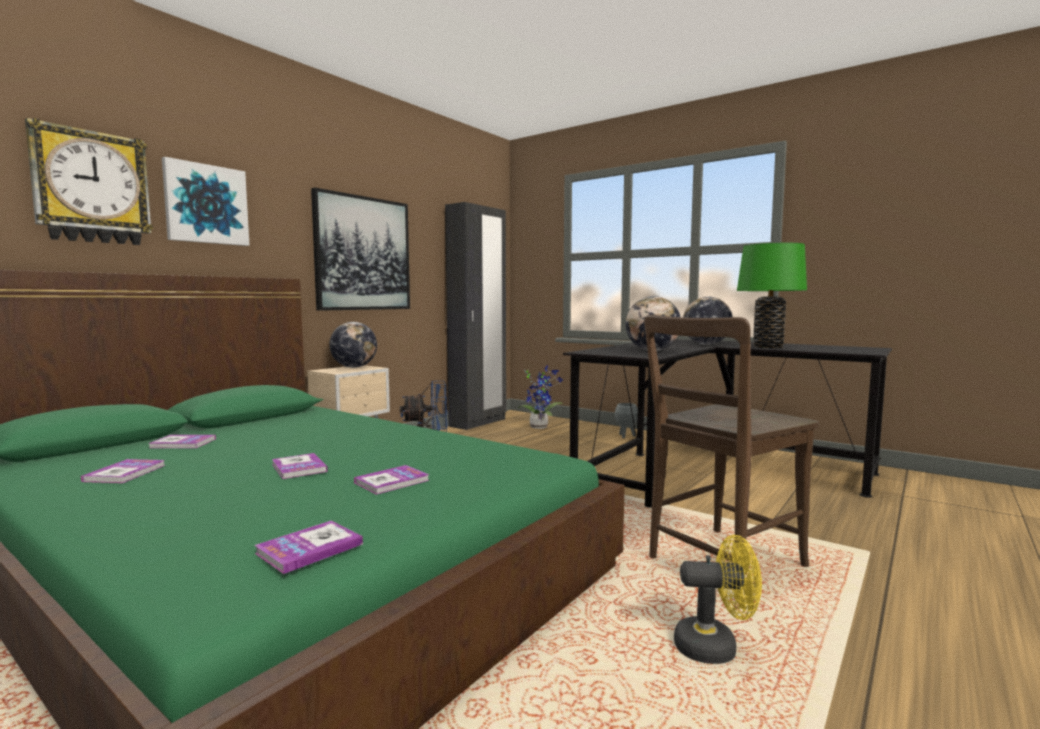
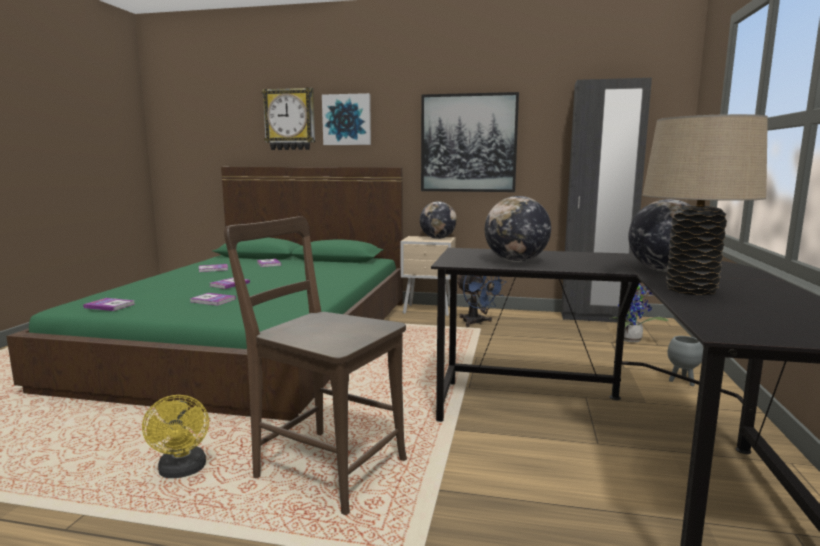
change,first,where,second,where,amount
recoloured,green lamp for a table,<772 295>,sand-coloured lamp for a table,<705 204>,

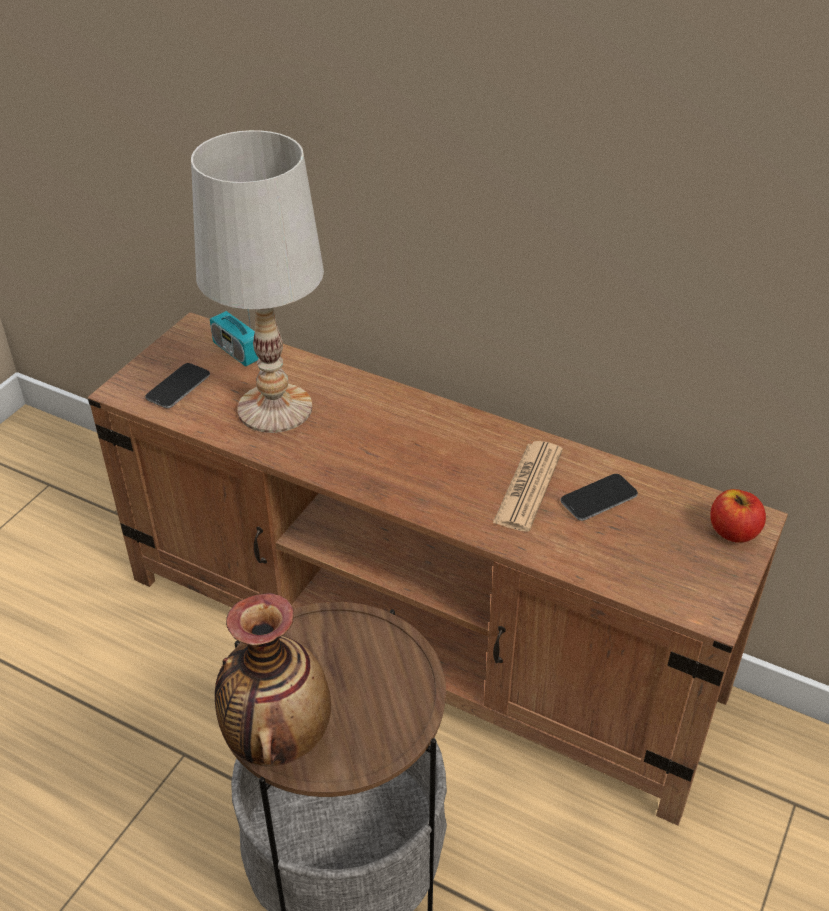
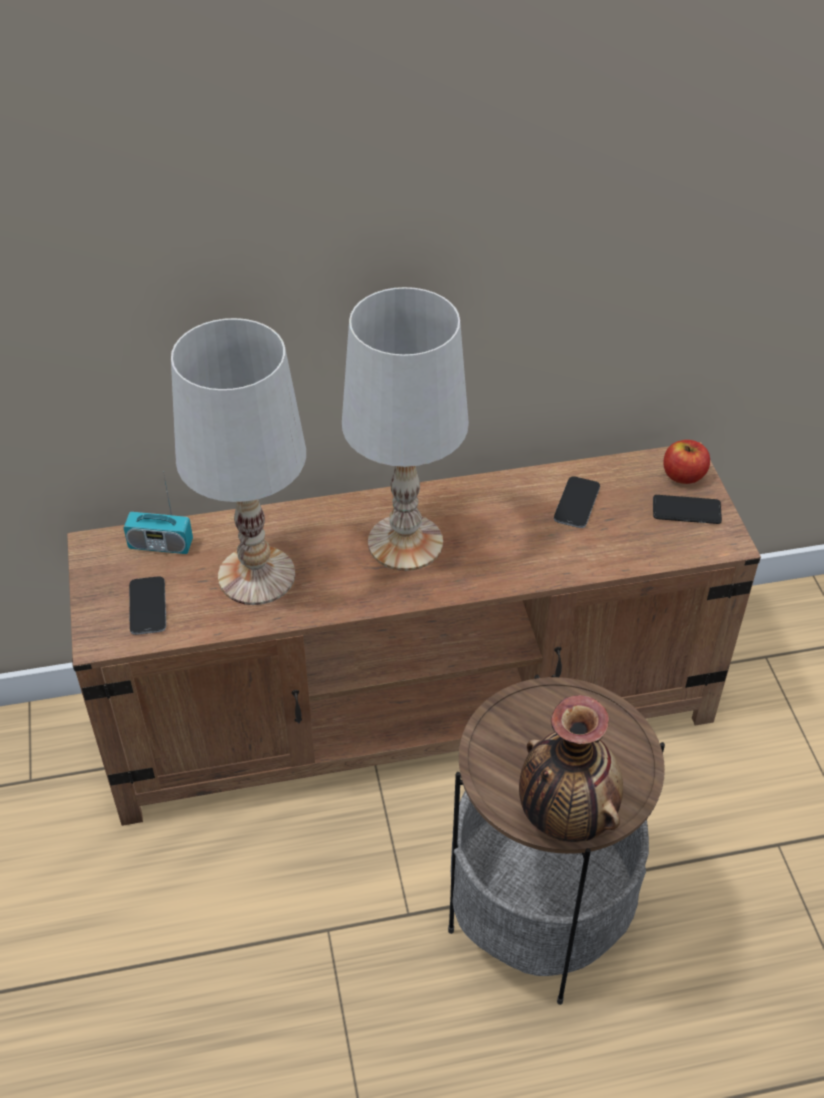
change,first,where,second,where,amount
removed,newspaper,<528 486>,,,
added,,,white lamp for a table,<405 429>,
added,,,phone,<687 509>,

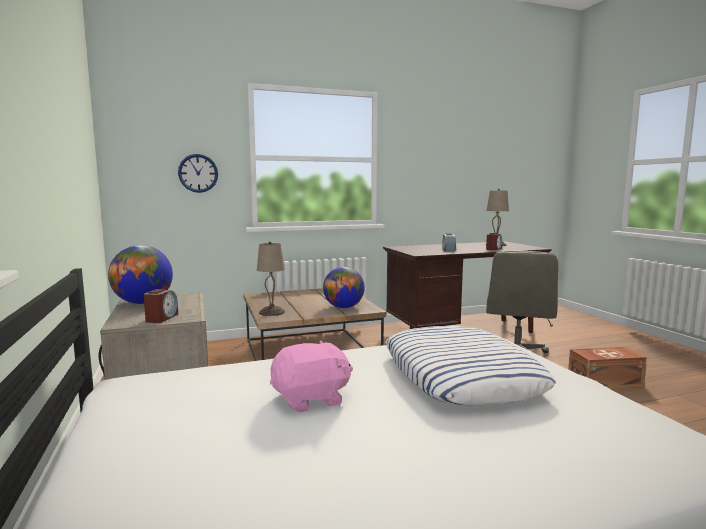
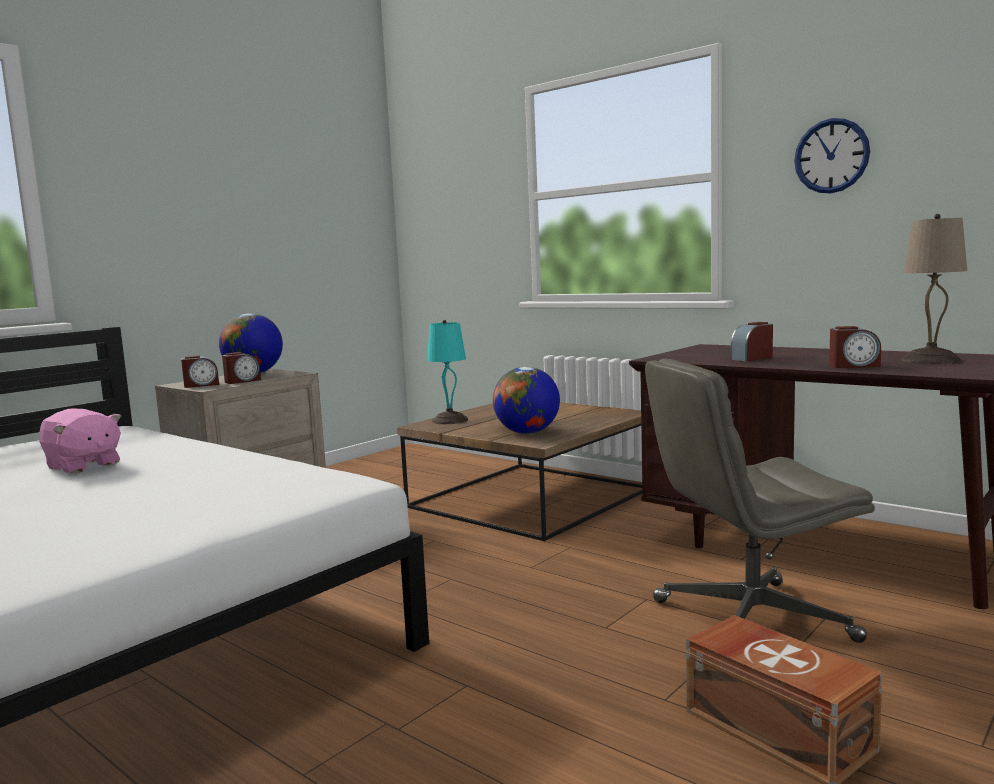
change,first,where,second,where,amount
removed,cushion,<470 366>,,,
added,,,table clock,<241 368>,
moved,wall clock,<198 173>,,<832 155>,
recoloured,sand-coloured lamp for a table,<271 279>,turquoise lamp for a table,<447 372>,

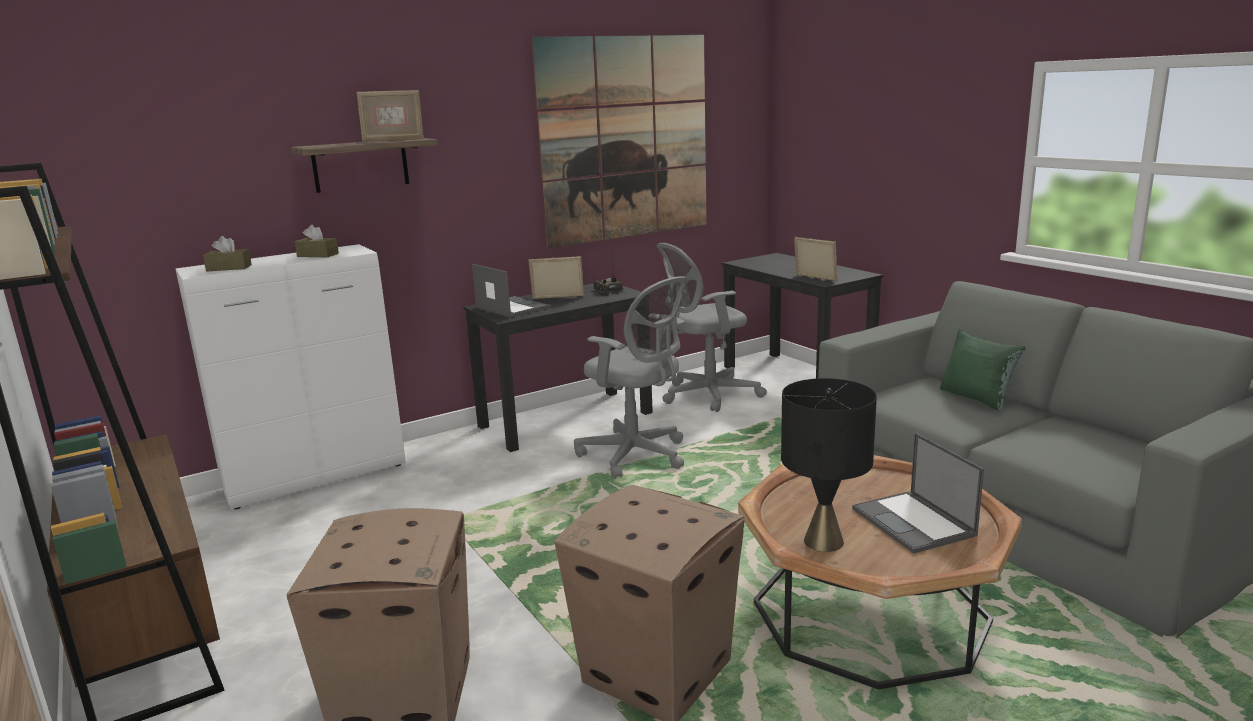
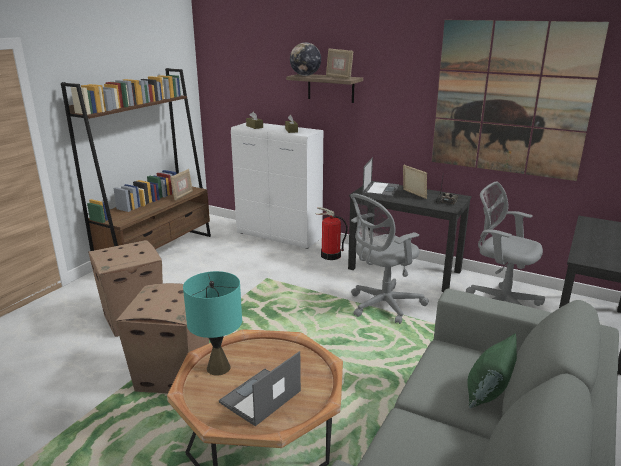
change,first,where,second,where,amount
added,,,desk globe,<305 59>,
added,,,fire extinguisher,<331 233>,
moved,photo frame,<815 259>,,<181 185>,
recoloured,black-coloured lamp for a table,<829 465>,turquoise lamp for a table,<212 323>,
turned,greyish office chair,<631 377>,,<389 258>,45 degrees clockwise

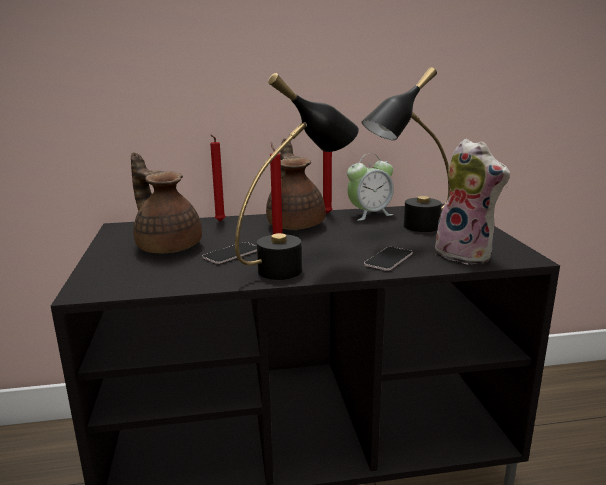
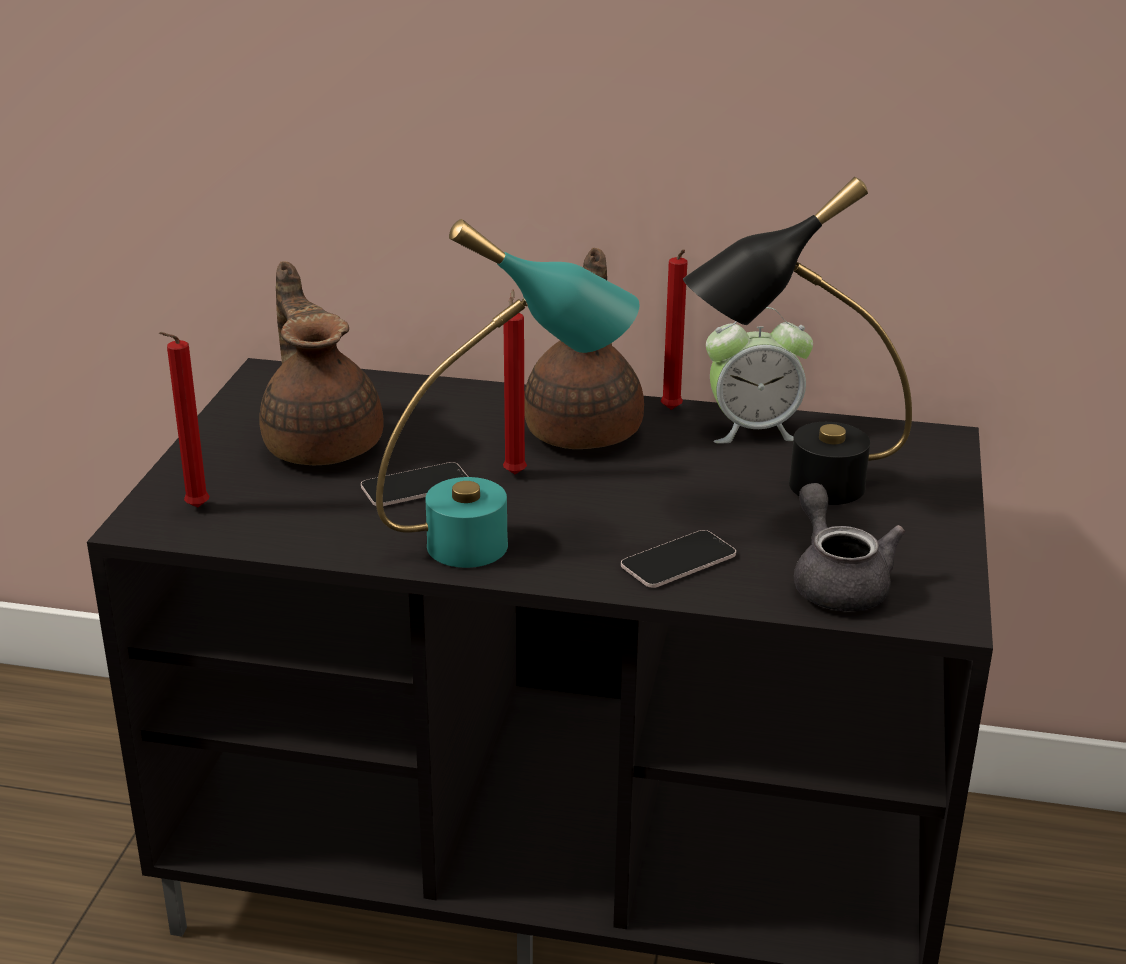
change,first,where,second,where,amount
moved,red candle,<218 178>,,<184 419>,
replaced,plush toy,<470 201>,greyish tea pot,<849 547>,
recoloured,black-coloured lamp for a table,<297 176>,turquoise lamp for a table,<507 393>,

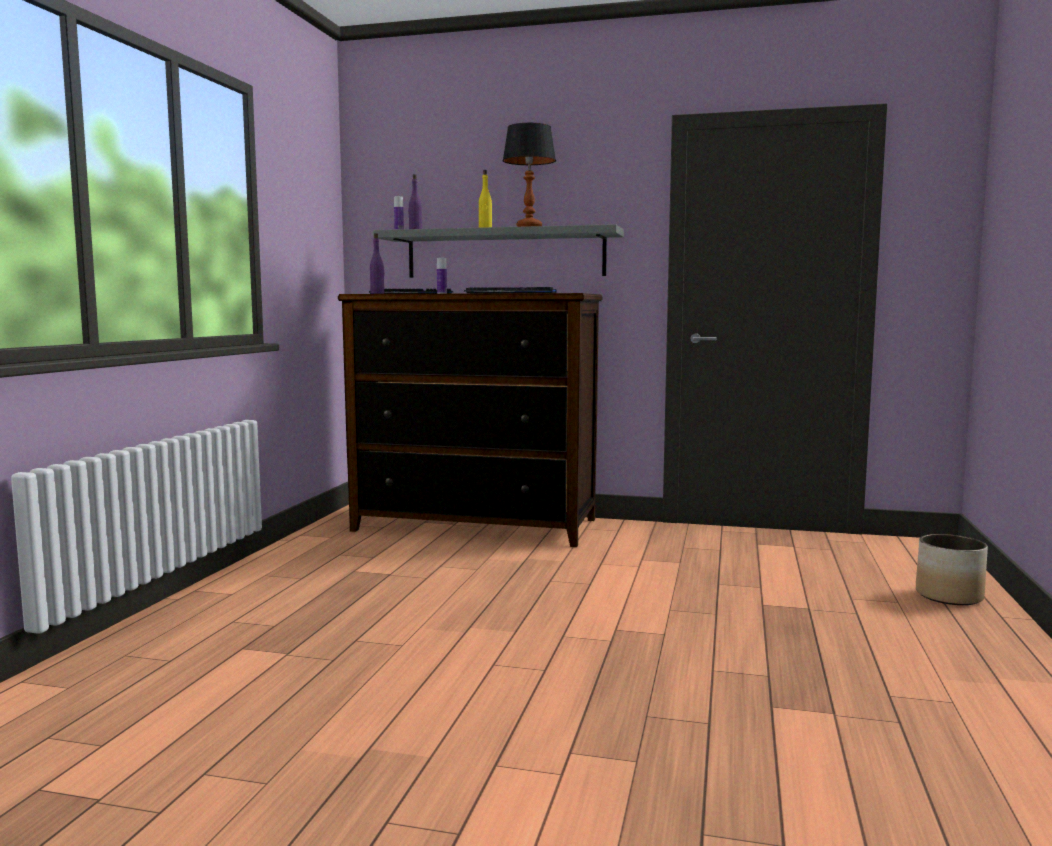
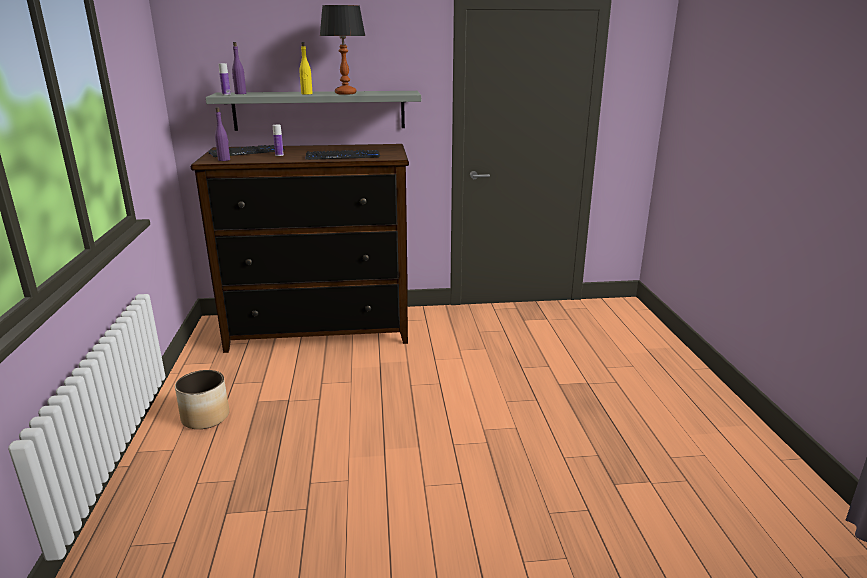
change,first,where,second,where,amount
moved,planter,<952 569>,,<202 399>,

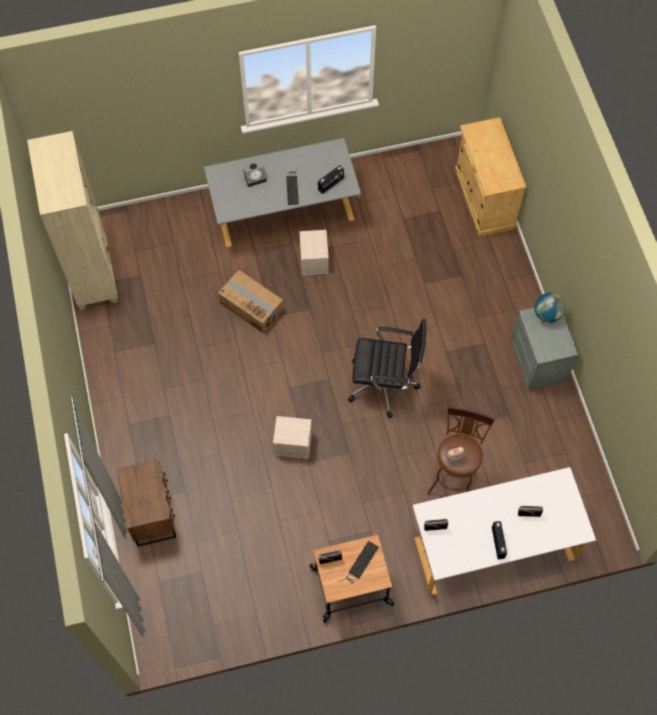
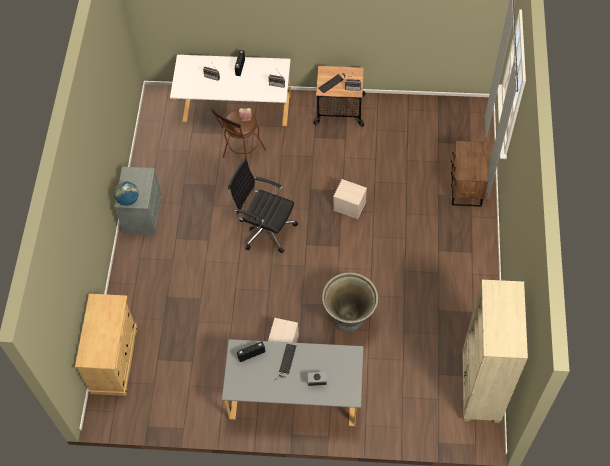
change,first,where,second,where,amount
replaced,carton,<251 301>,greyish planter,<350 302>,

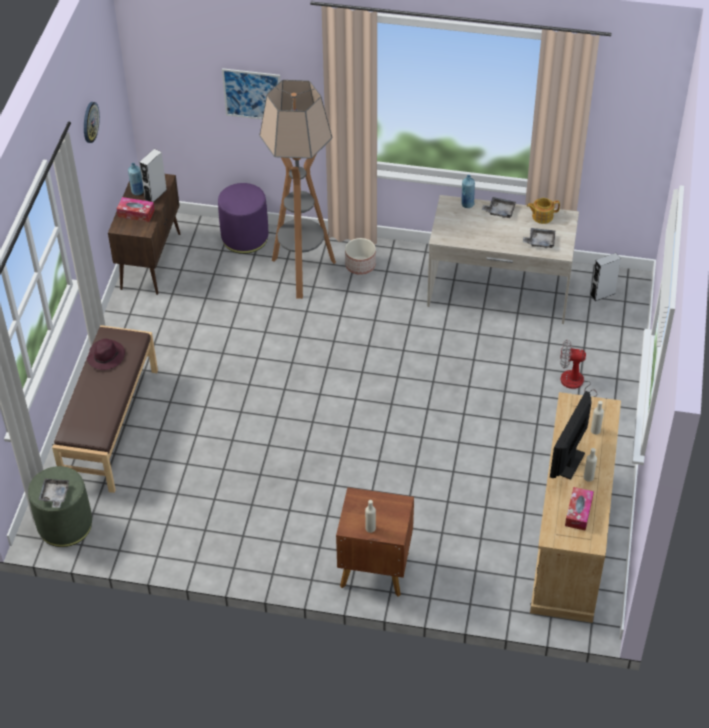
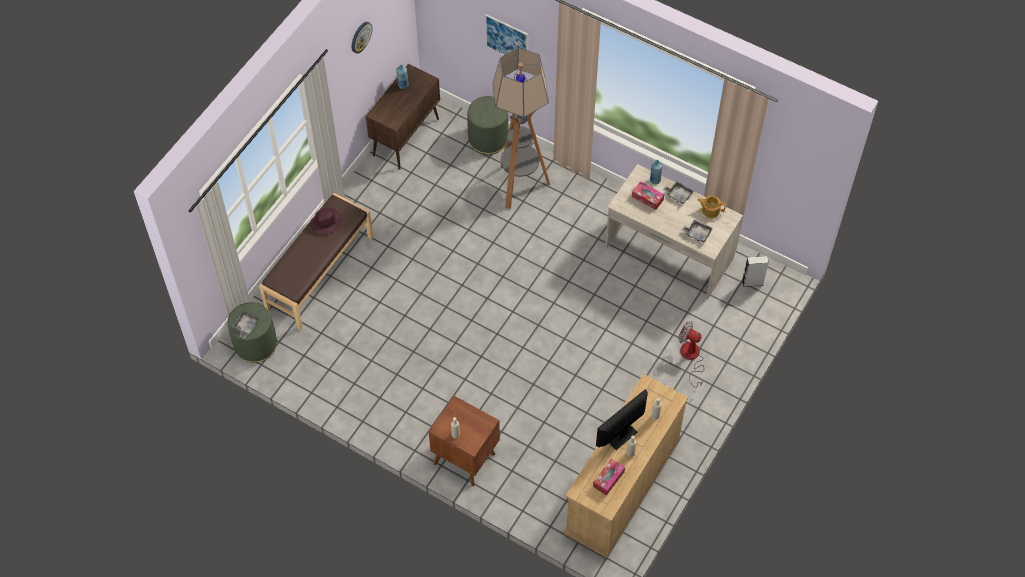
change,first,where,second,where,amount
removed,greyish audio speaker,<153 175>,,,
removed,planter,<360 256>,,,
moved,tissue holder,<136 209>,,<648 195>,
recoloured,purple footrest,<243 218>,green footrest,<488 125>,

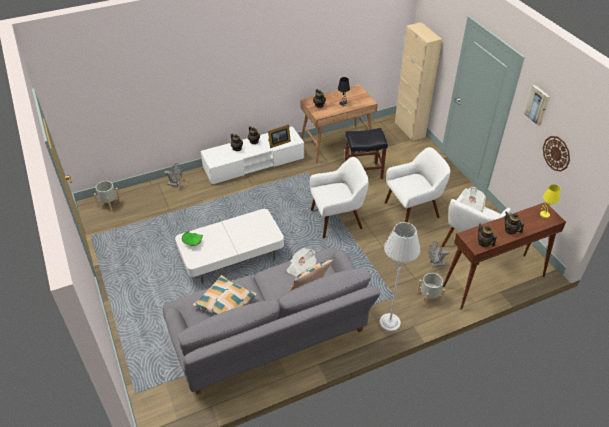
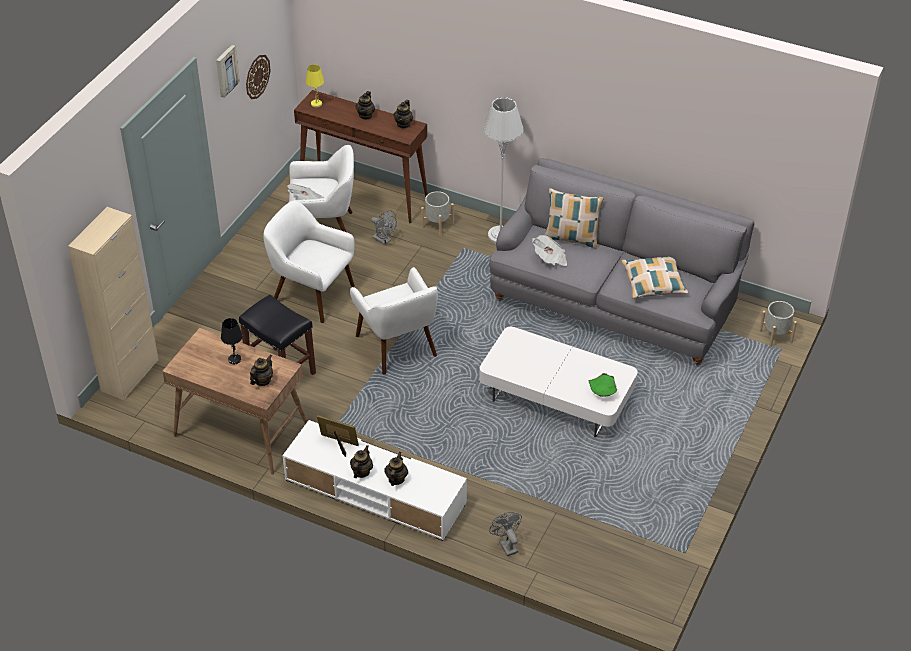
change,first,where,second,where,amount
moved,greyish planter,<107 196>,,<778 324>,
turned,white easy chair,<339 197>,,<394 321>,150 degrees counterclockwise

